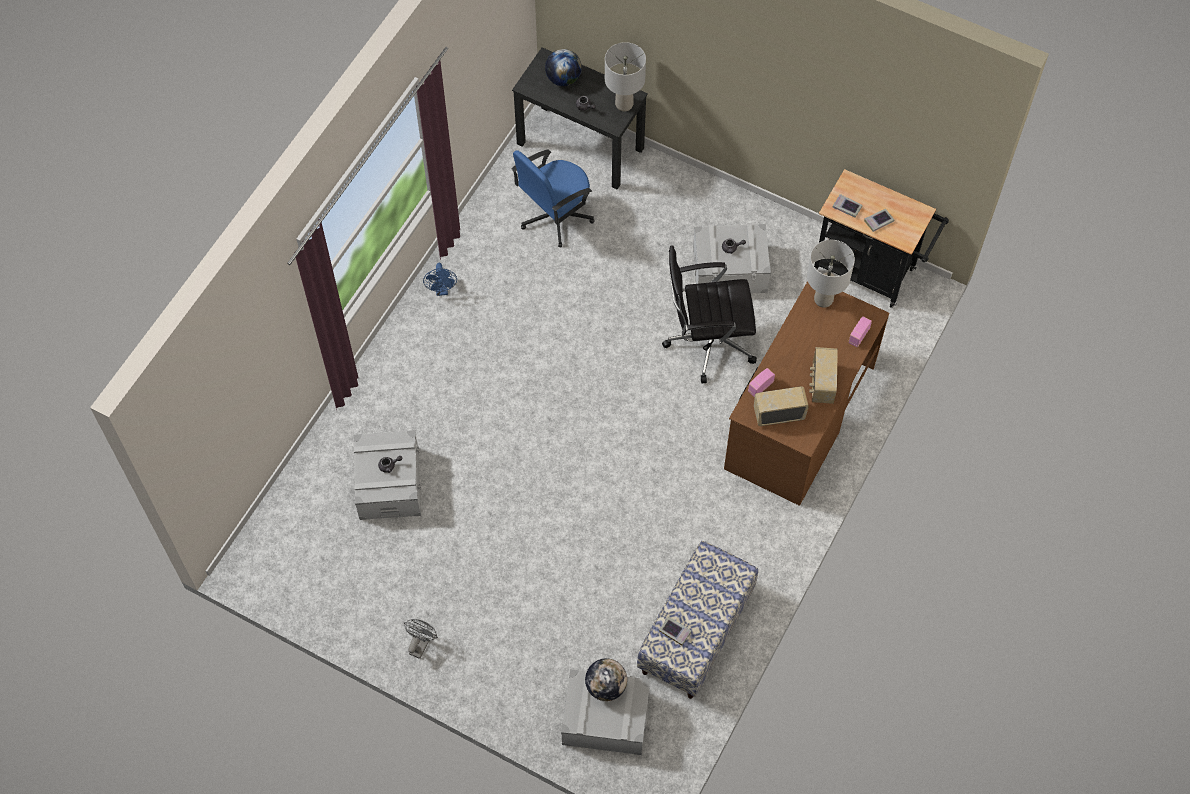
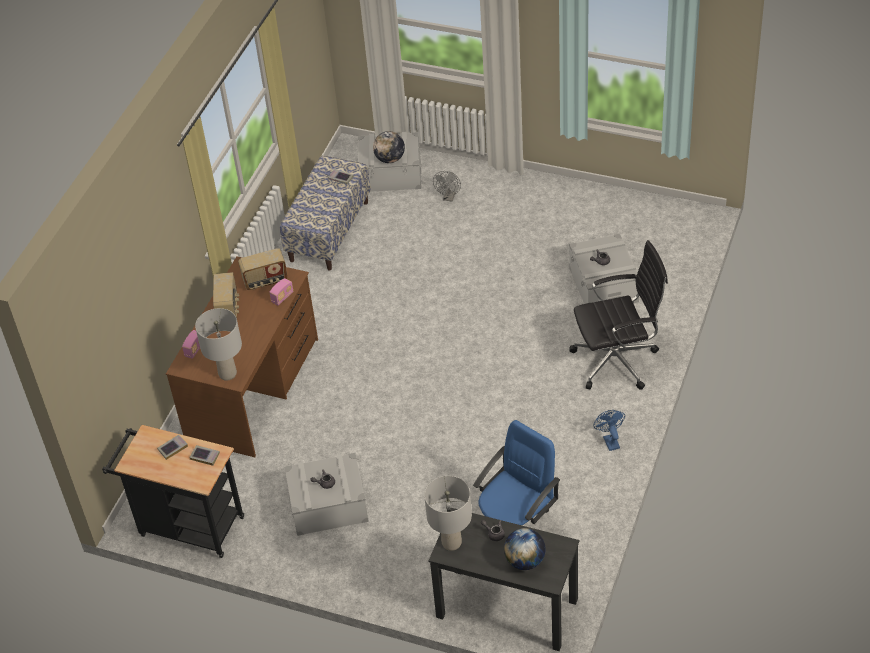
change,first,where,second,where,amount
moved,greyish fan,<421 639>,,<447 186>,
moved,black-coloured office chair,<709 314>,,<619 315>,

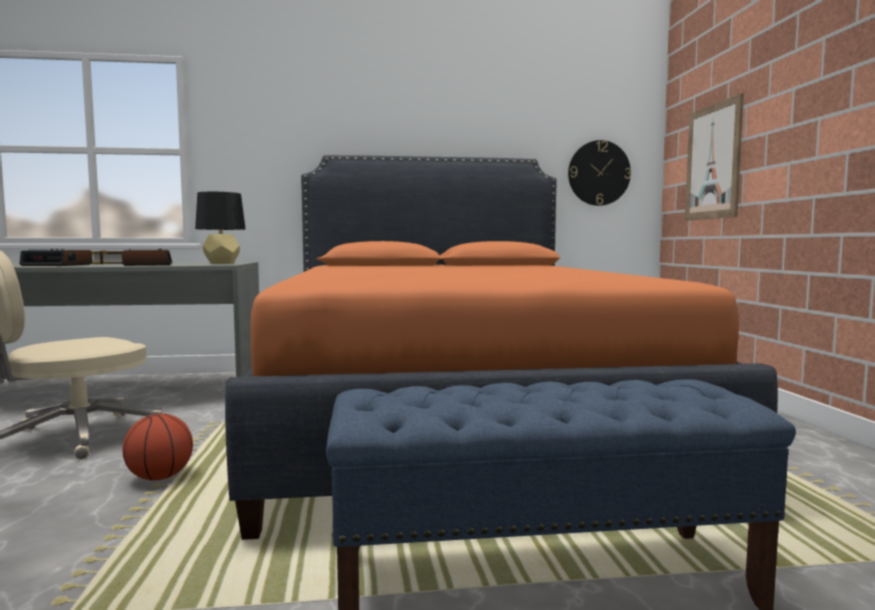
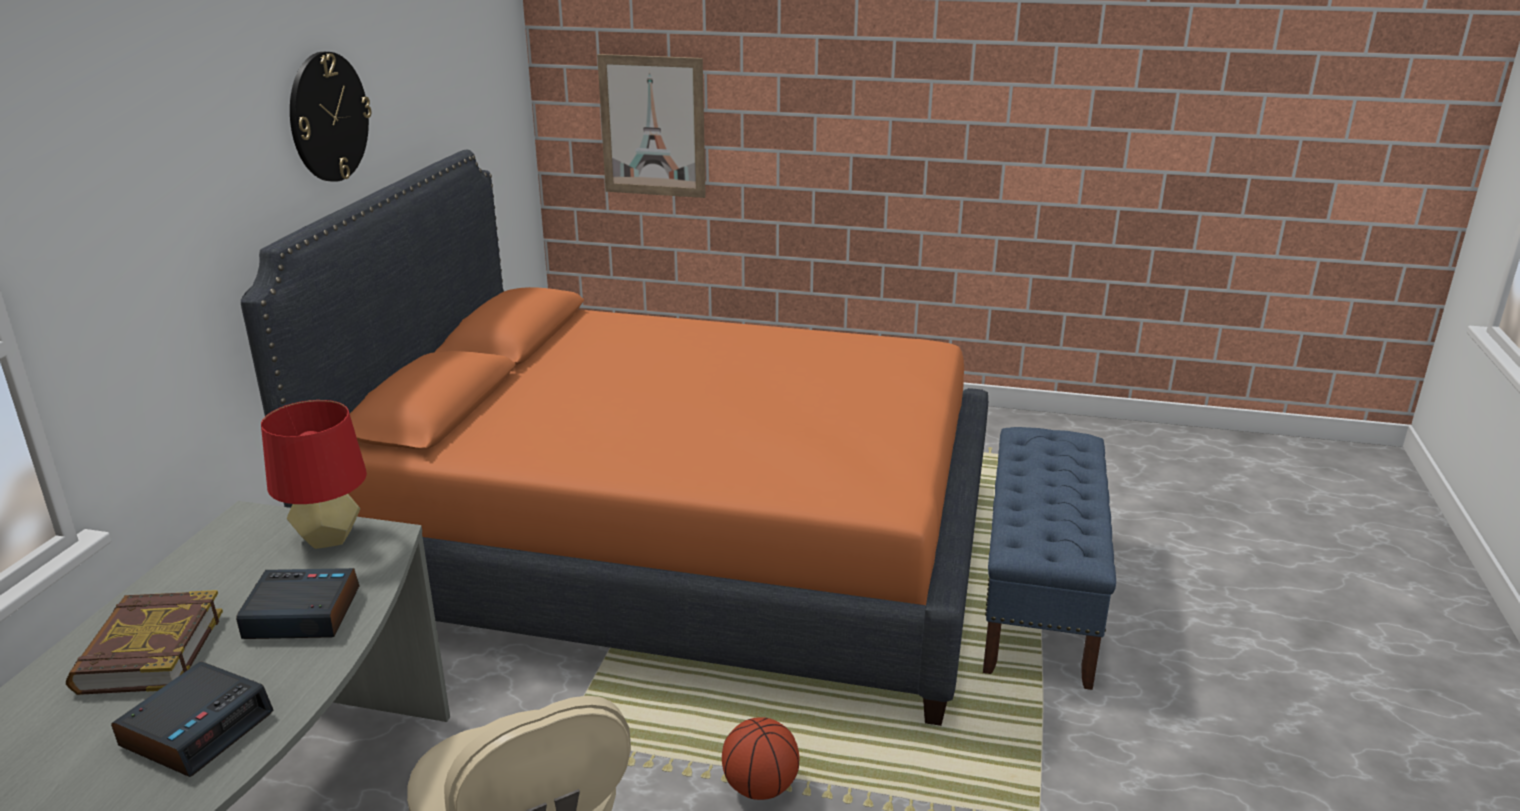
change,first,where,second,where,amount
moved,wall clock,<599 173>,,<330 117>,
recoloured,black-coloured lamp for a table,<220 228>,red lamp for a table,<314 474>,

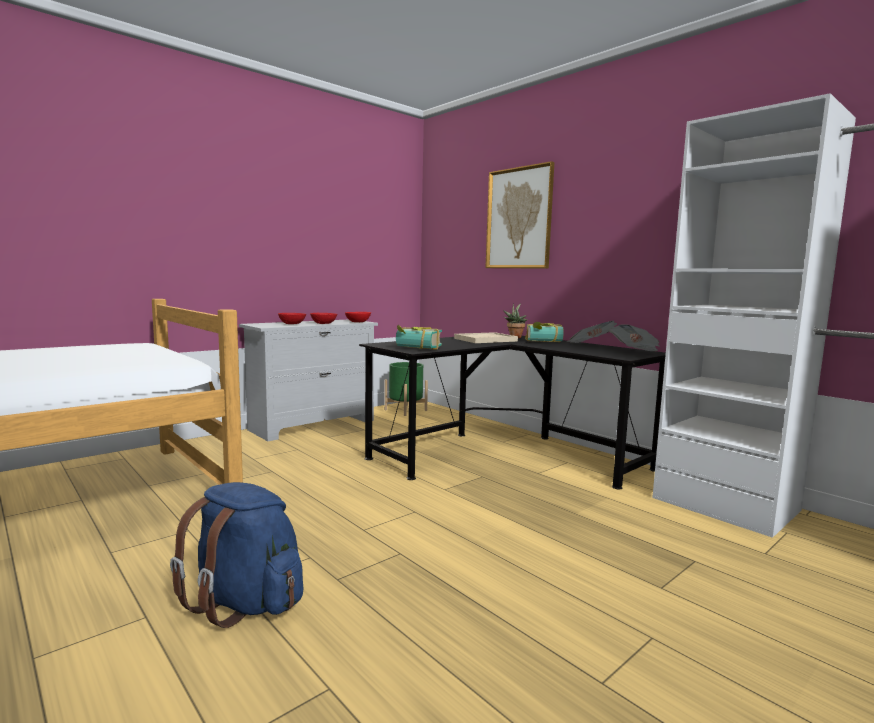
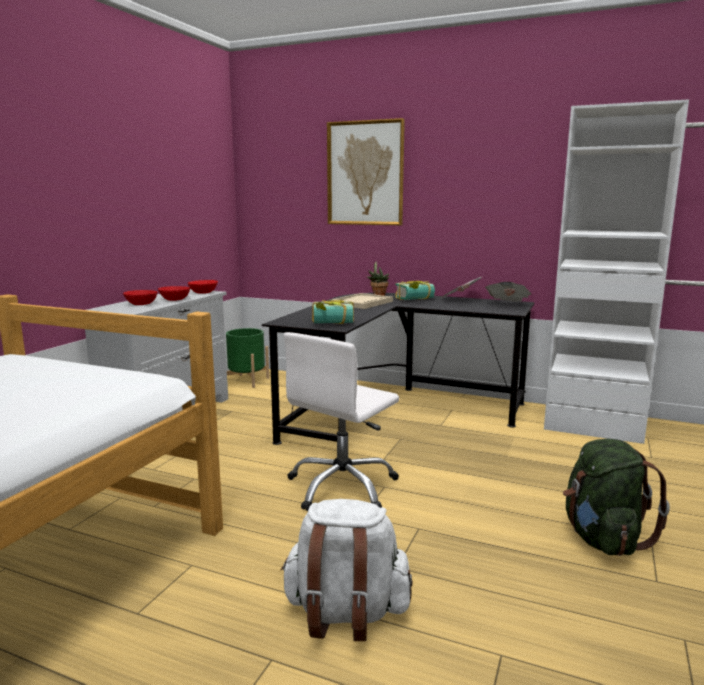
change,first,where,second,where,amount
added,,,white office chair,<341 421>,
added,,,green backpack,<616 497>,
recoloured,blue backpack,<236 555>,white backpack,<347 570>,

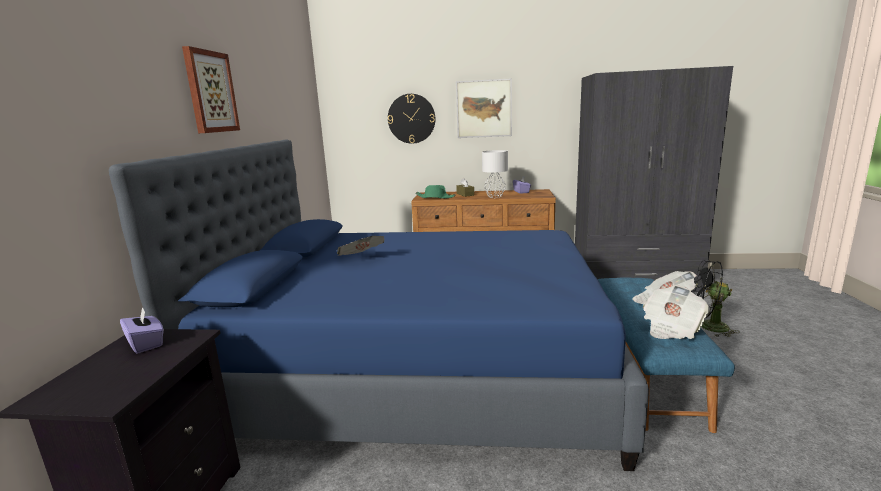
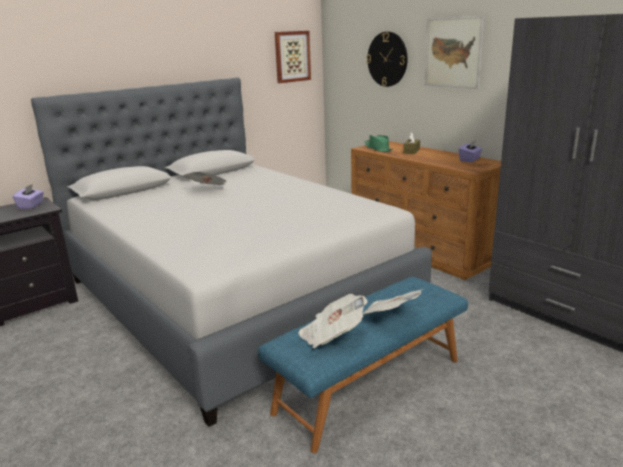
change,first,where,second,where,amount
removed,greyish lamp for a table,<495 174>,,,
removed,black-coloured fan,<715 298>,,,
moved,picture,<211 89>,,<293 57>,
recoloured,blue bedroom bed,<379 305>,greyish bedroom bed,<231 252>,

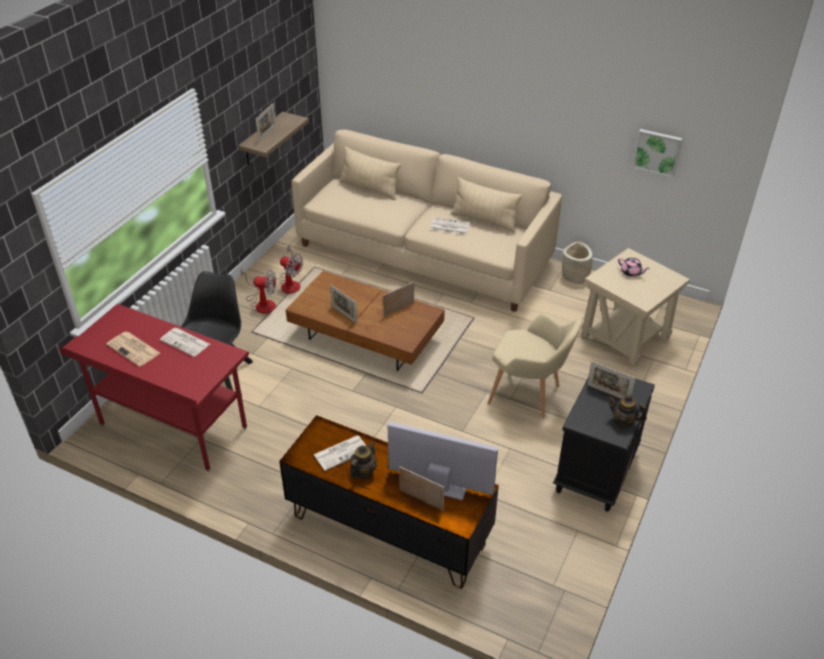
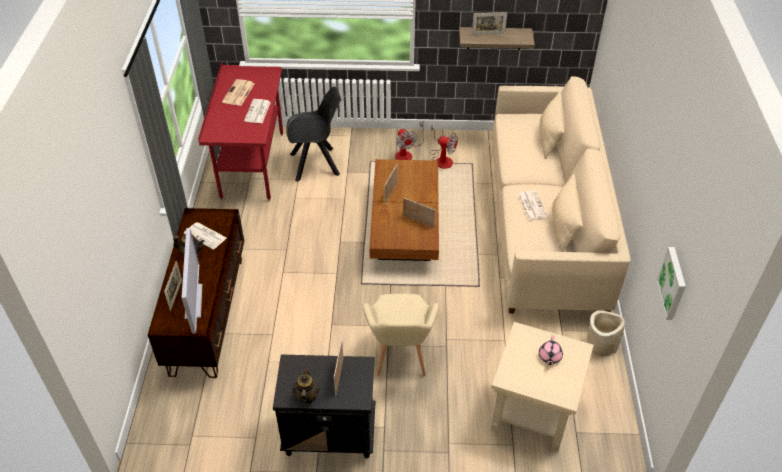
change,first,where,second,where,amount
turned,fan,<291 269>,,<444 146>,75 degrees counterclockwise

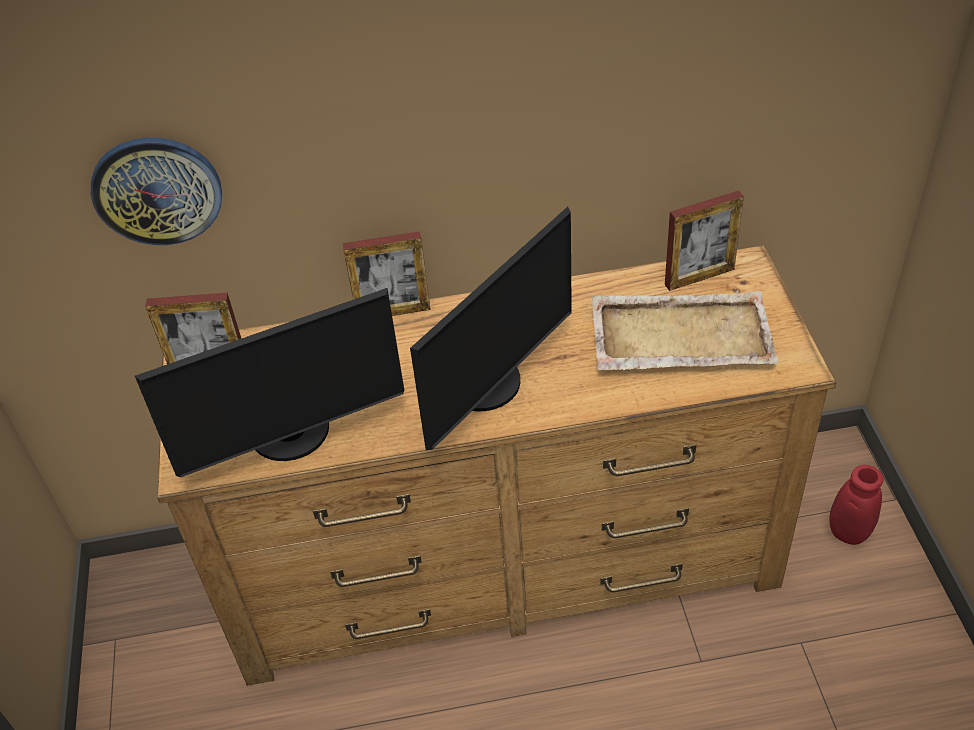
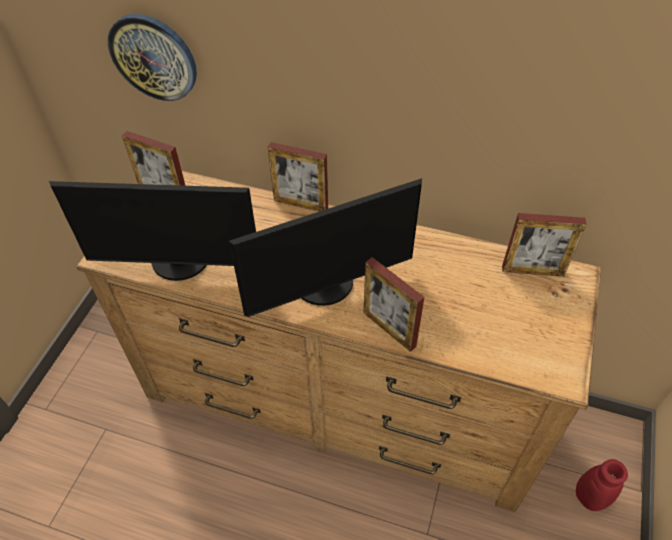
change,first,where,second,where,amount
removed,sand-coloured serving tray,<685 330>,,,
added,,,photo frame,<394 304>,

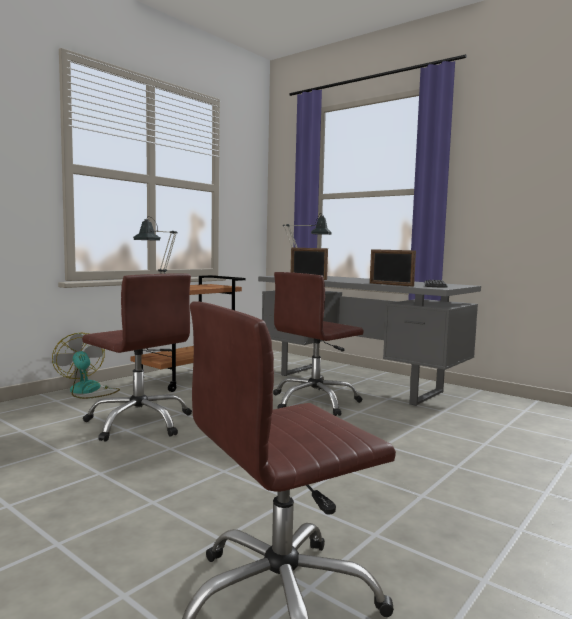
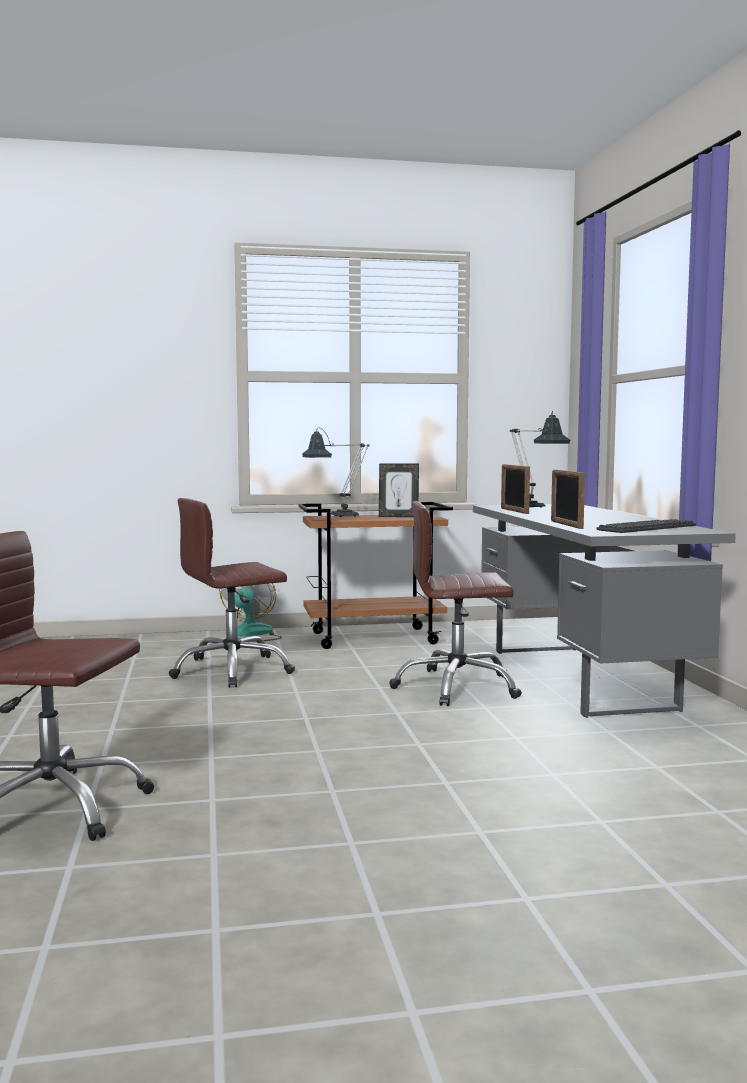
change,first,where,second,where,amount
added,,,photo frame,<399 490>,
turned,brown office chair,<137 357>,,<232 592>,75 degrees clockwise

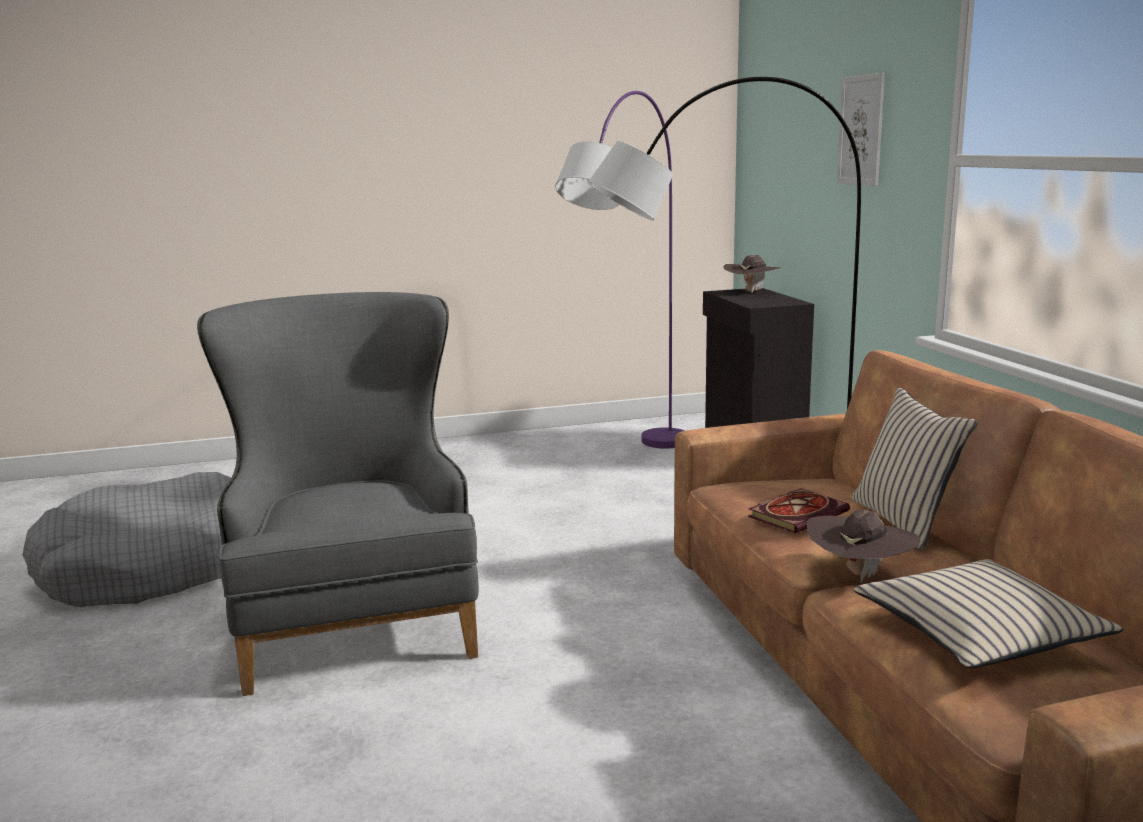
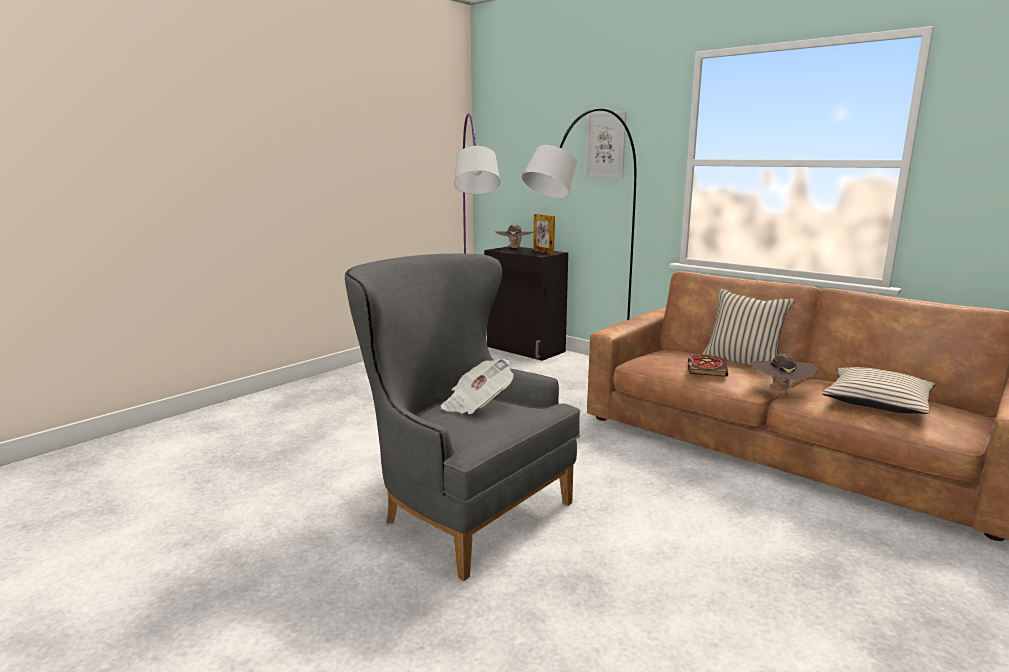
change,first,where,second,where,amount
removed,greyish pet bed,<127 539>,,,
added,,,newspaper,<477 386>,
added,,,photo frame,<544 234>,

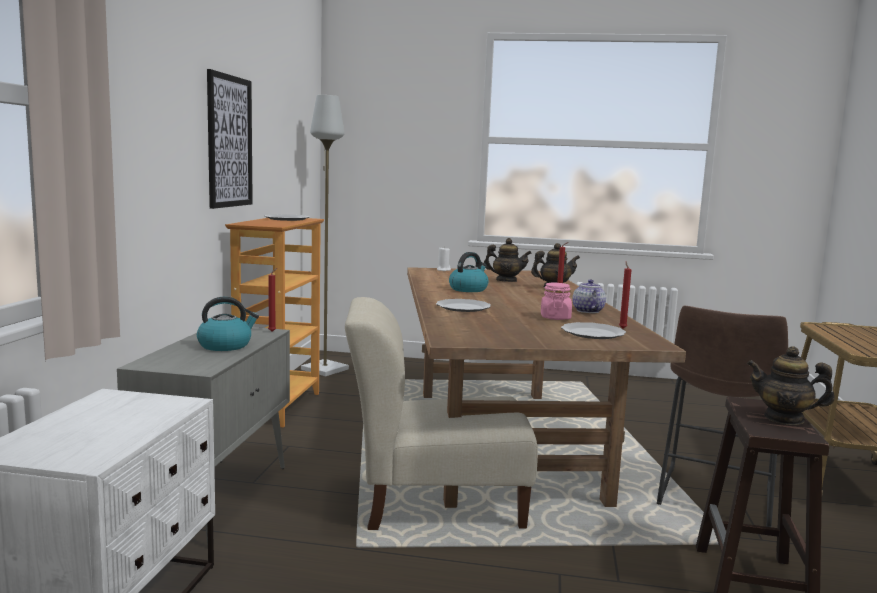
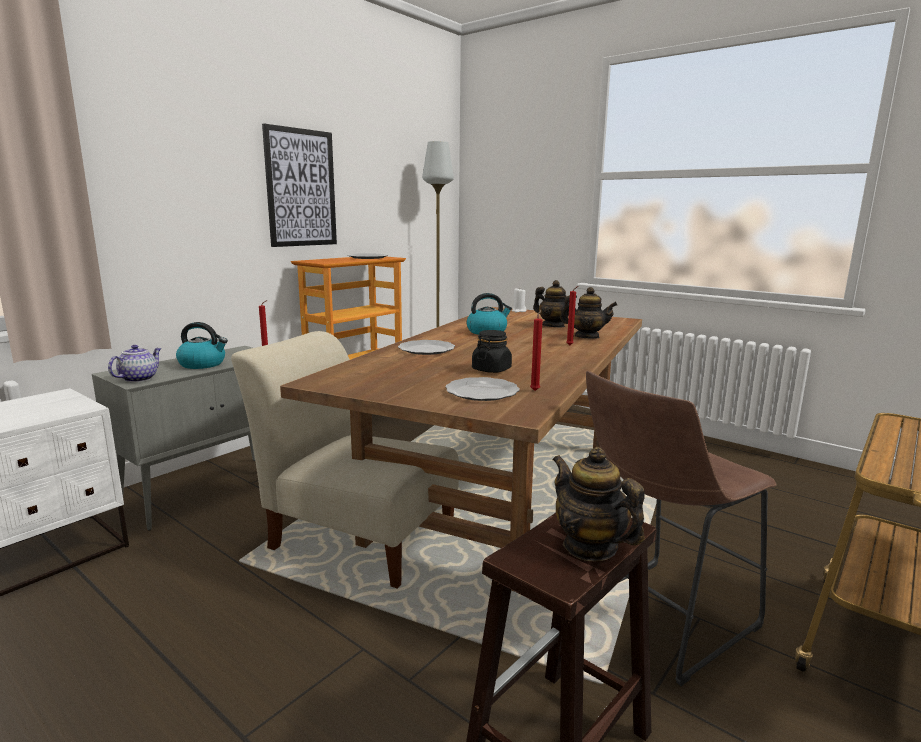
change,first,where,second,where,amount
moved,tea pot,<589 296>,,<134 363>,
recoloured,pinkish jar,<556 301>,black-coloured jar,<492 351>,

